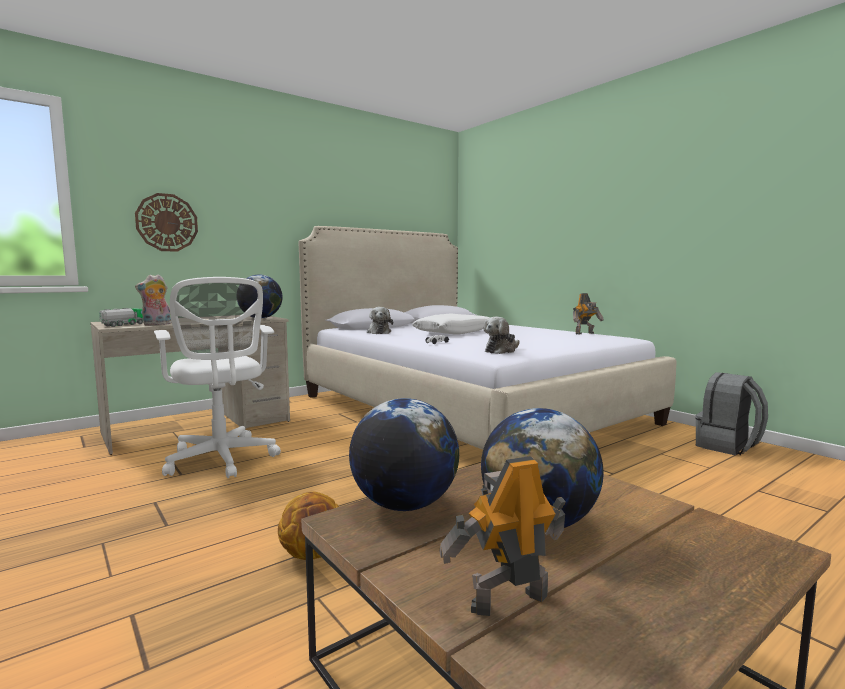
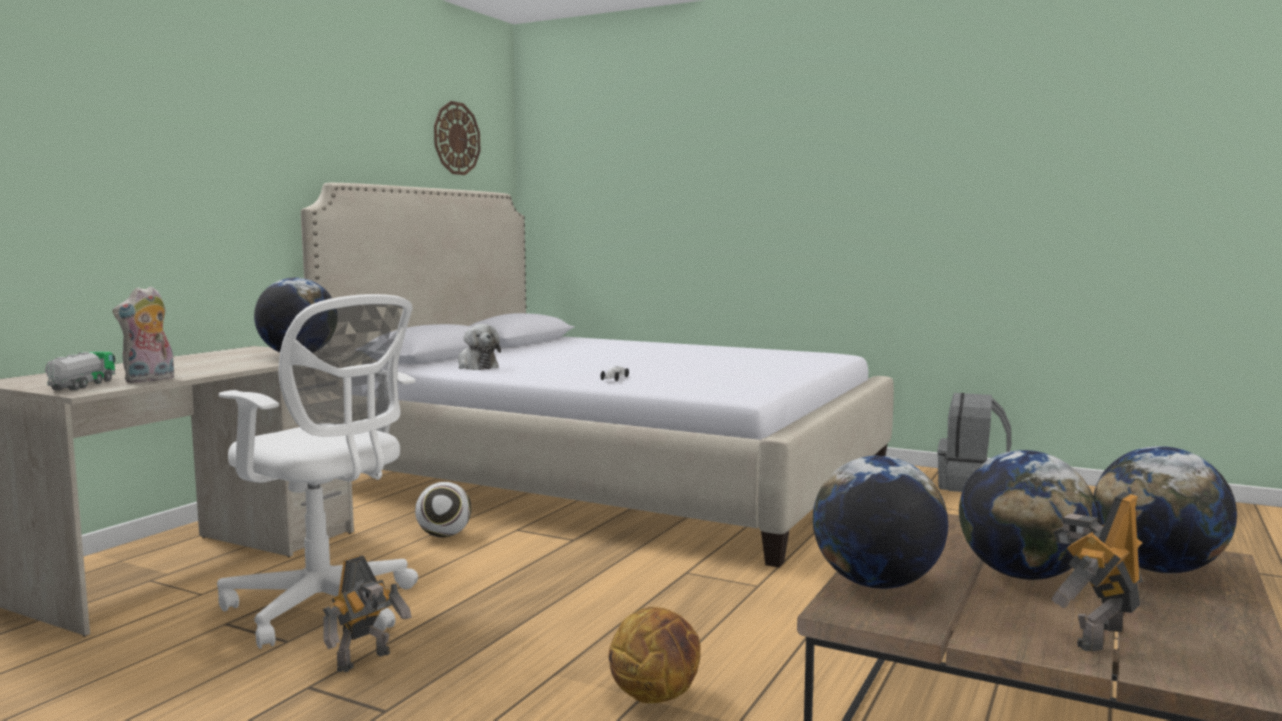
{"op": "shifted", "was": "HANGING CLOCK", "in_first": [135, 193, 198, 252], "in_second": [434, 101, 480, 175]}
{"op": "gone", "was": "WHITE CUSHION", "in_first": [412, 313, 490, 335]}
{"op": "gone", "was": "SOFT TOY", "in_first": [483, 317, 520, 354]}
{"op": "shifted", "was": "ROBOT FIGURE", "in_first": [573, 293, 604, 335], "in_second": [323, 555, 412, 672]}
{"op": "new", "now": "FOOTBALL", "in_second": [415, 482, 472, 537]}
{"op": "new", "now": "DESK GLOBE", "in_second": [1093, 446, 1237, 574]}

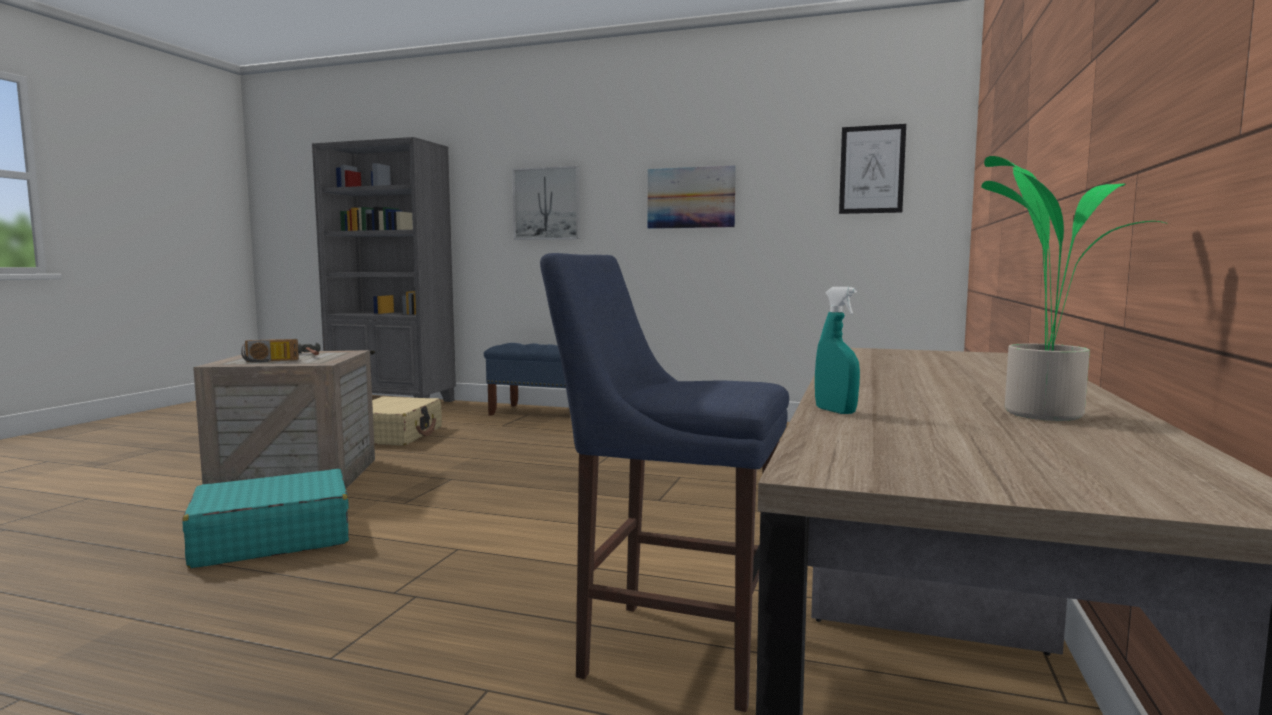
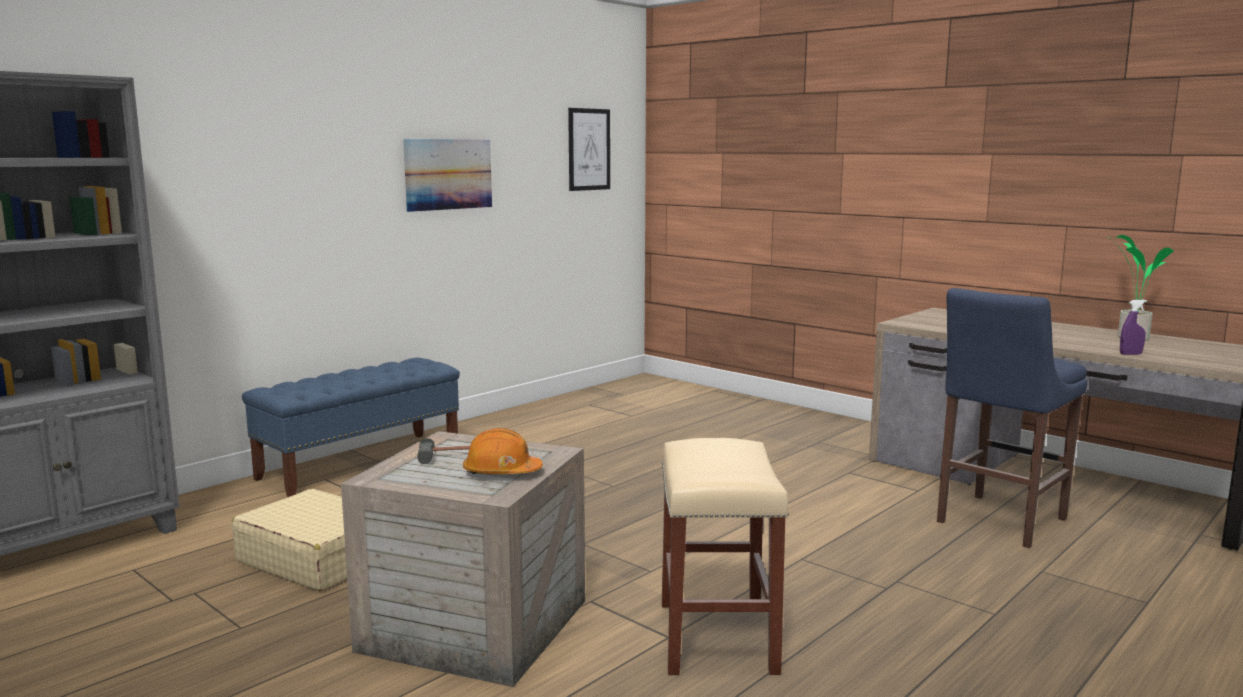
{"op": "swapped", "was": "TURQUOISE-COLOURED PIECE OF LUGGAGE", "now": "BEIGE SITTING STOOL", "in_first": [182, 469, 349, 568], "in_second": [662, 438, 789, 675]}
{"op": "swapped", "was": "RADIO RECEIVER", "now": "ORANGE-COLOURED HARD HAT", "in_first": [241, 339, 299, 363], "in_second": [463, 428, 543, 474]}
{"op": "gone", "was": "WALL ART", "in_first": [512, 166, 580, 240]}
{"op": "repainted", "was": "TURQUOISE-COLOURED HAND SPRAYER", "now": "PURPLE-COLOURED HAND SPRAYER", "in_first": [815, 287, 860, 414], "in_second": [1120, 300, 1147, 355]}

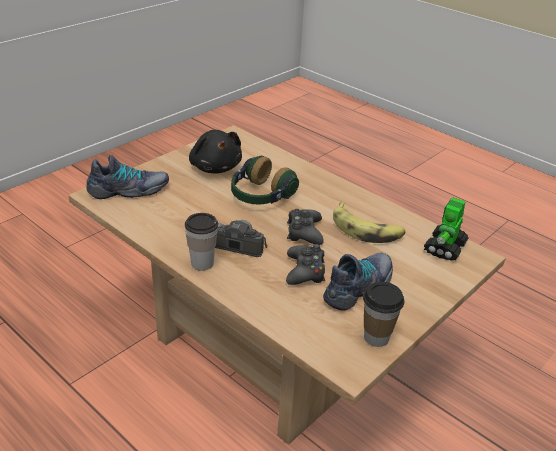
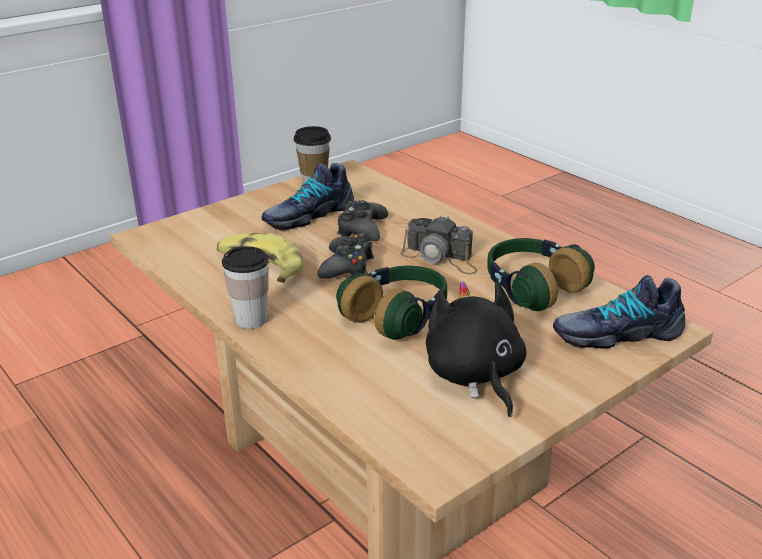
{"op": "shifted", "was": "SMALL CUP", "in_first": [185, 213, 218, 271], "in_second": [222, 246, 269, 329]}
{"op": "gone", "was": "ROBOT FIGURE", "in_first": [424, 197, 469, 261]}
{"op": "new", "now": "HEADPHONES", "in_second": [487, 238, 595, 311]}

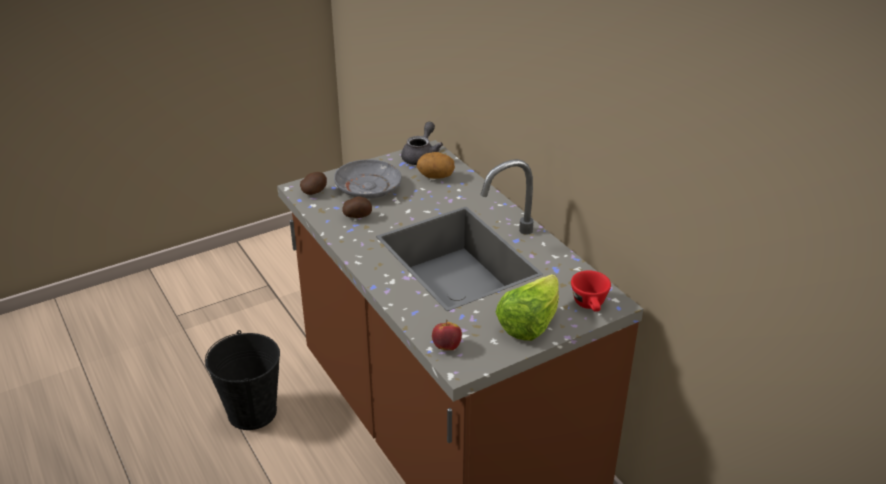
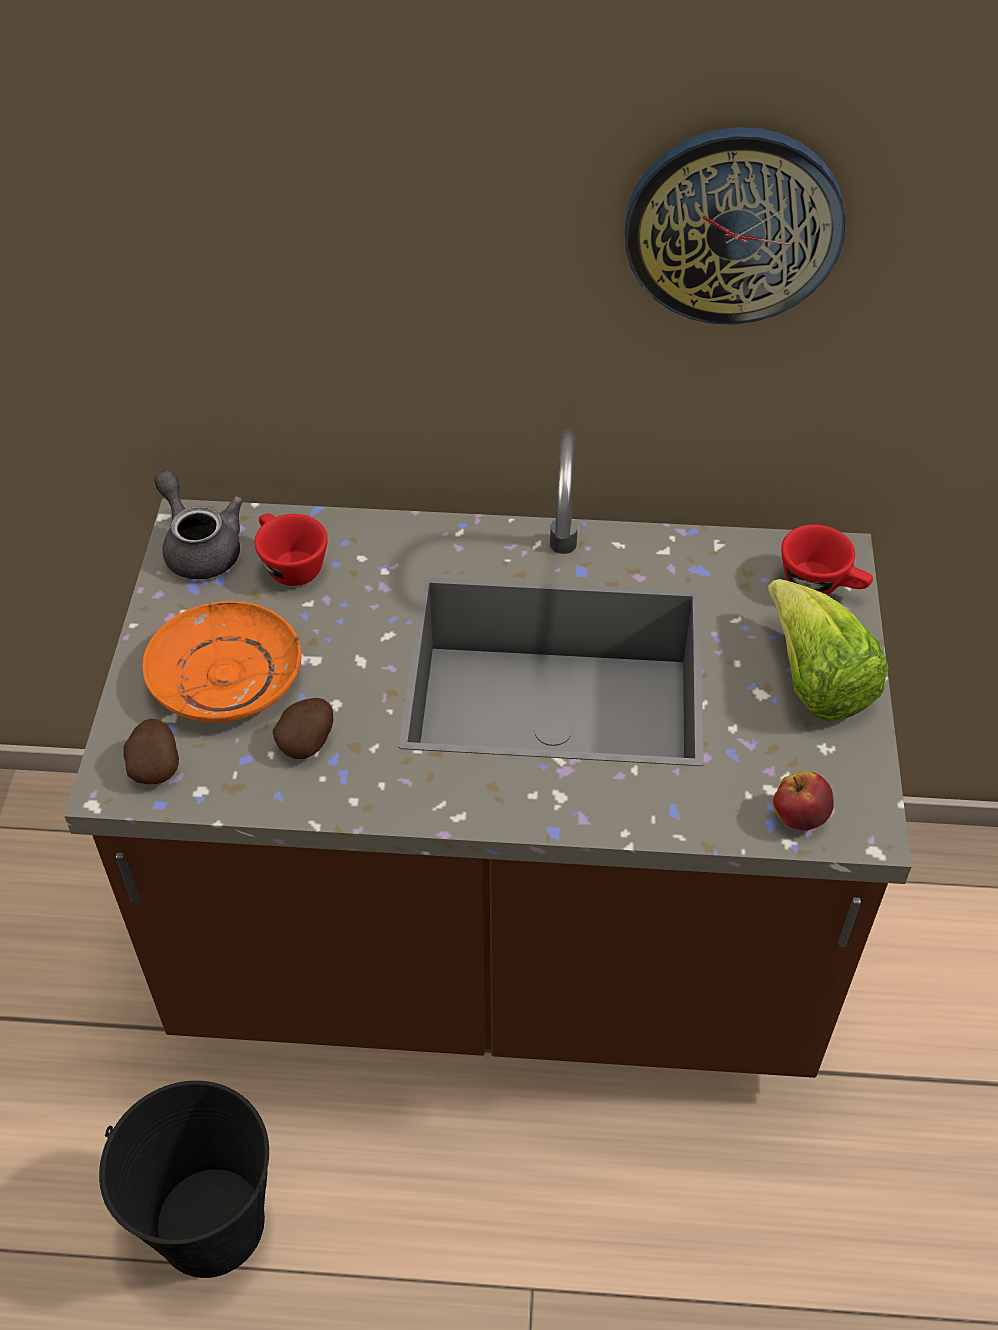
{"op": "repainted", "was": "GREYISH PLATE", "now": "ORANGE-COLOURED PLATE", "in_first": [334, 159, 402, 199], "in_second": [143, 601, 302, 723]}
{"op": "swapped", "was": "WHOLE POTATO", "now": "RED SMALL CUP", "in_first": [417, 152, 455, 179], "in_second": [255, 514, 328, 586]}
{"op": "new", "now": "HANGING CLOCK", "in_second": [625, 127, 846, 325]}

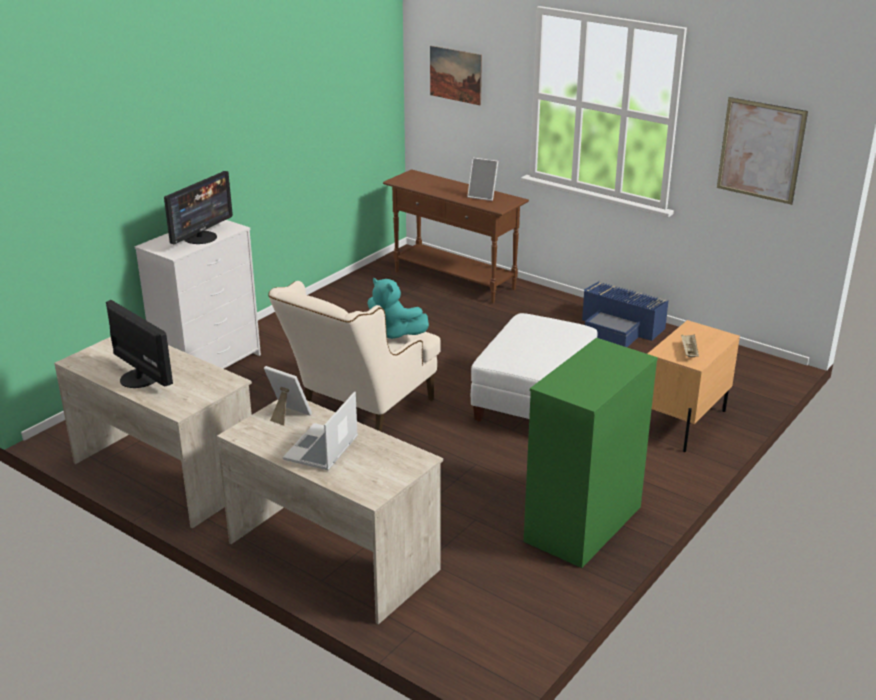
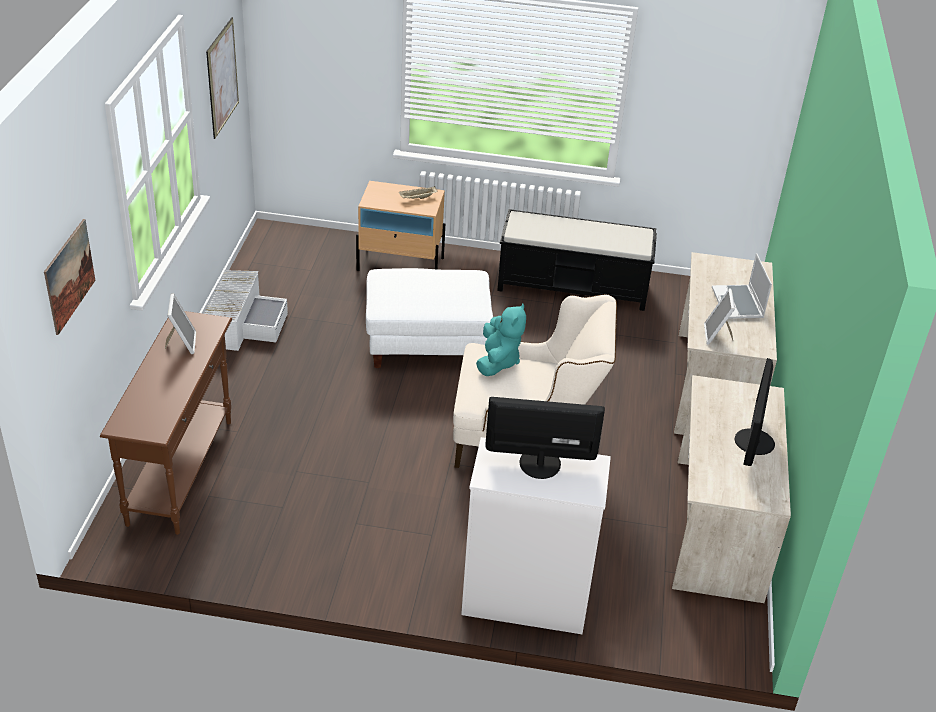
{"op": "rotated", "was": "PORTABLE COMPUTER", "in_first": [283, 391, 358, 470], "in_second": [712, 253, 772, 319], "clockwise": 90}
{"op": "swapped", "was": "GREENISH DRAWER CHEST", "now": "BLACK-COLOURED INDOOR BENCH", "in_first": [523, 338, 658, 568], "in_second": [497, 209, 657, 311]}
{"op": "repainted", "was": "BLUE STORAGE BIN", "now": "WHITE STORAGE BIN", "in_first": [582, 282, 669, 347], "in_second": [204, 270, 288, 351]}

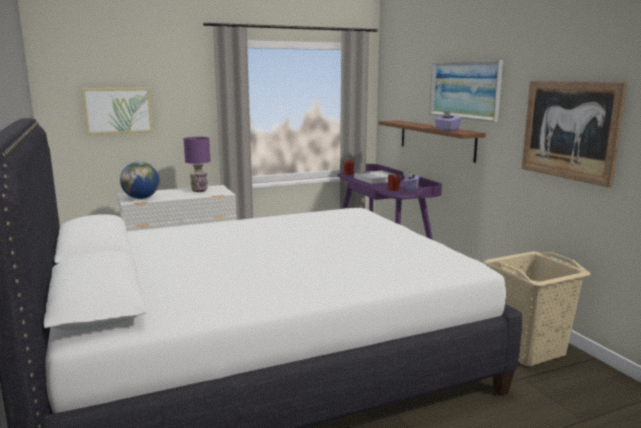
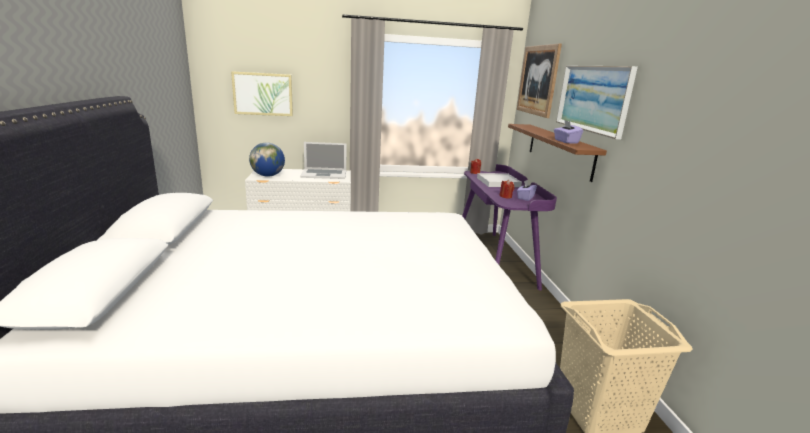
{"op": "swapped", "was": "PURPLE-COLOURED TABLETOP LAMP", "now": "PORTABLE COMPUTER", "in_first": [184, 137, 210, 192], "in_second": [300, 142, 346, 179]}
{"op": "shifted", "was": "WALL ART", "in_first": [521, 81, 627, 188], "in_second": [517, 44, 562, 118]}

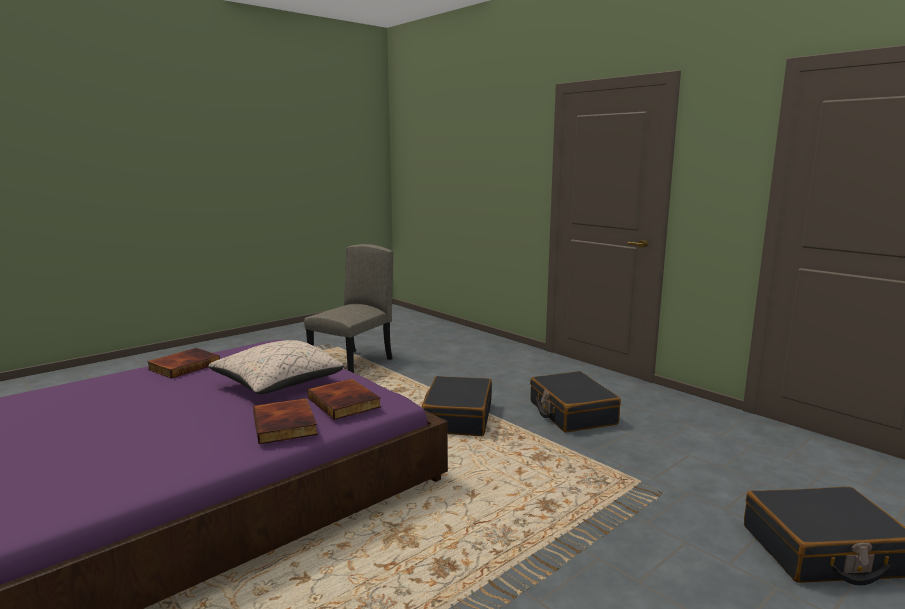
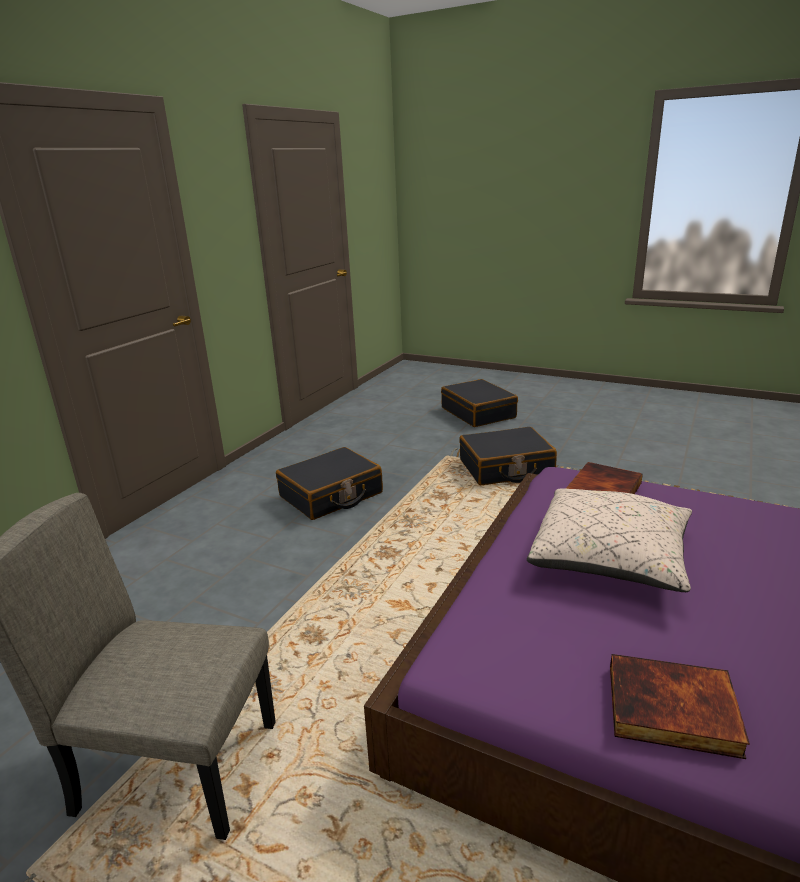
{"op": "gone", "was": "BOOK", "in_first": [253, 398, 318, 444]}
{"op": "shifted", "was": "BLACK-COLOURED PIECE OF LUGGAGE", "in_first": [422, 376, 492, 436], "in_second": [459, 427, 557, 485]}

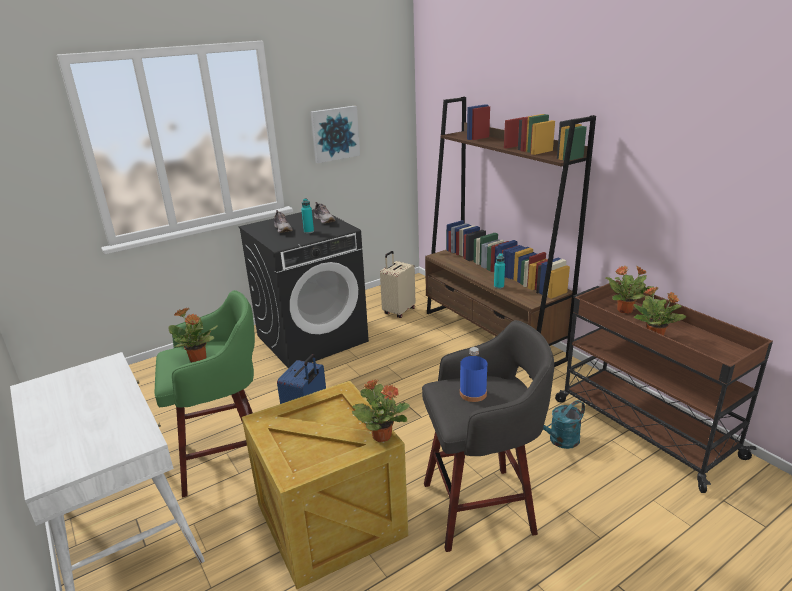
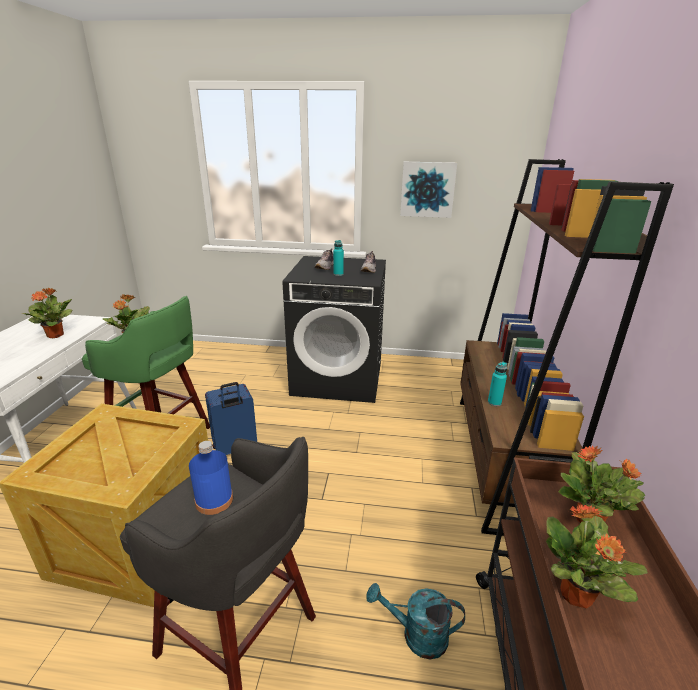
{"op": "shifted", "was": "HOUSEPLANT", "in_first": [352, 379, 410, 442], "in_second": [22, 288, 73, 338]}
{"op": "gone", "was": "BEIGE PIECE OF LUGGAGE", "in_first": [380, 251, 415, 318]}

